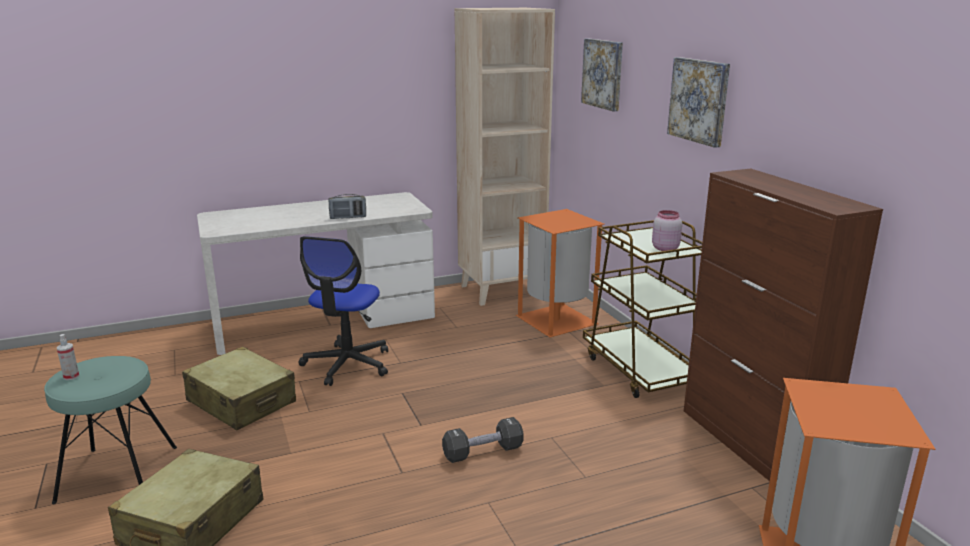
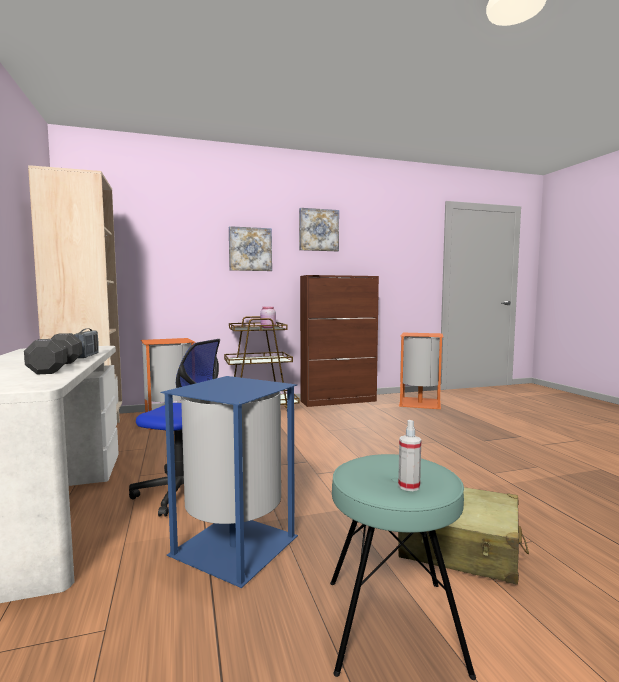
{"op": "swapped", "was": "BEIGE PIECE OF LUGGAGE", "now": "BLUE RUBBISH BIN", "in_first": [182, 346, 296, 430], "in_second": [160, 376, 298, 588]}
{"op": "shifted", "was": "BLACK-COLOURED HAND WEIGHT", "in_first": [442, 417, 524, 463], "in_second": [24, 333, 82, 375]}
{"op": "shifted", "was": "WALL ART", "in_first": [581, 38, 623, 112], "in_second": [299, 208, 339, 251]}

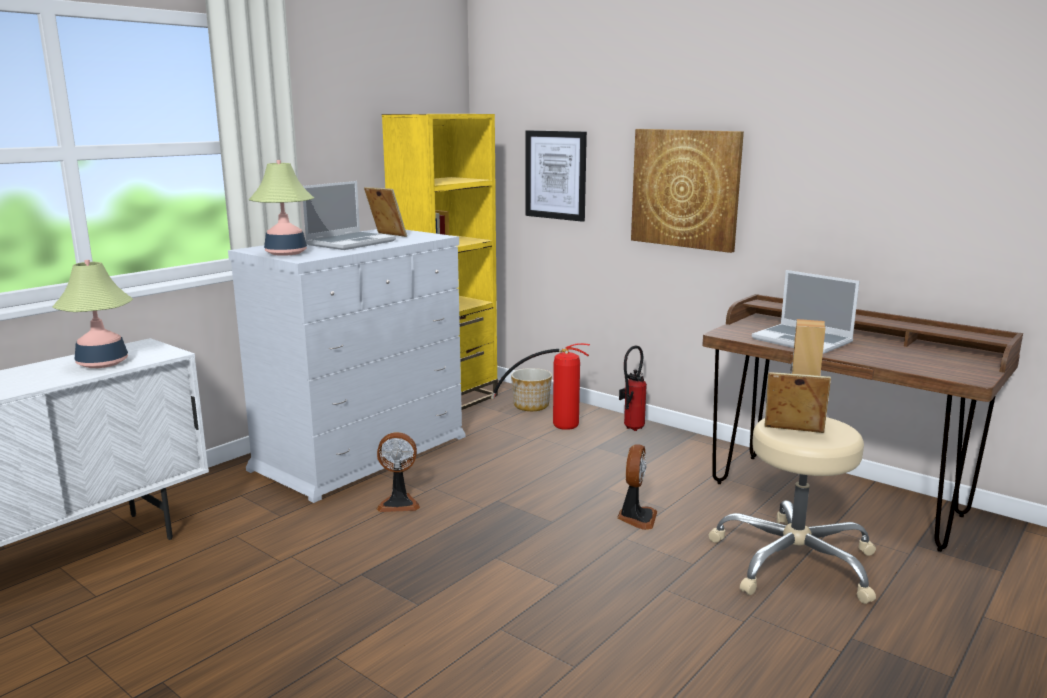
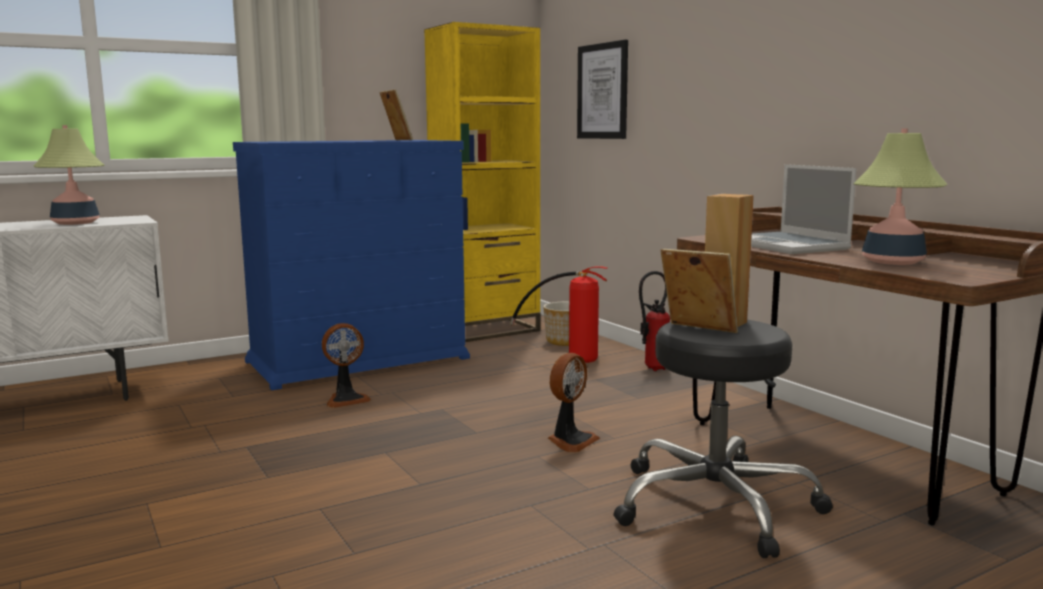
{"op": "repainted", "was": "WHITE DRAWER CHEST", "now": "BLUE DRAWER CHEST", "in_first": [228, 229, 465, 503], "in_second": [233, 140, 470, 390]}
{"op": "shifted", "was": "TABLETOP LAMP", "in_first": [249, 160, 314, 256], "in_second": [853, 128, 947, 265]}
{"op": "gone", "was": "PORTABLE COMPUTER", "in_first": [303, 181, 396, 250]}
{"op": "rotated", "was": "FAN", "in_first": [377, 432, 420, 512], "in_second": [322, 323, 371, 408], "clockwise": -45}
{"op": "gone", "was": "WALL ART", "in_first": [631, 129, 744, 253]}
{"op": "repainted", "was": "BEIGE SITTING STOOL", "now": "BLACK-COLOURED SITTING STOOL", "in_first": [708, 417, 876, 604], "in_second": [614, 320, 833, 558]}

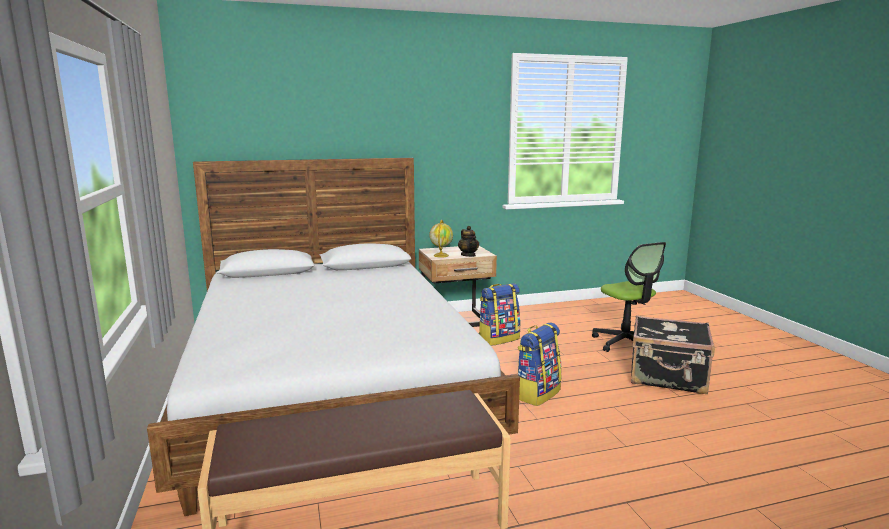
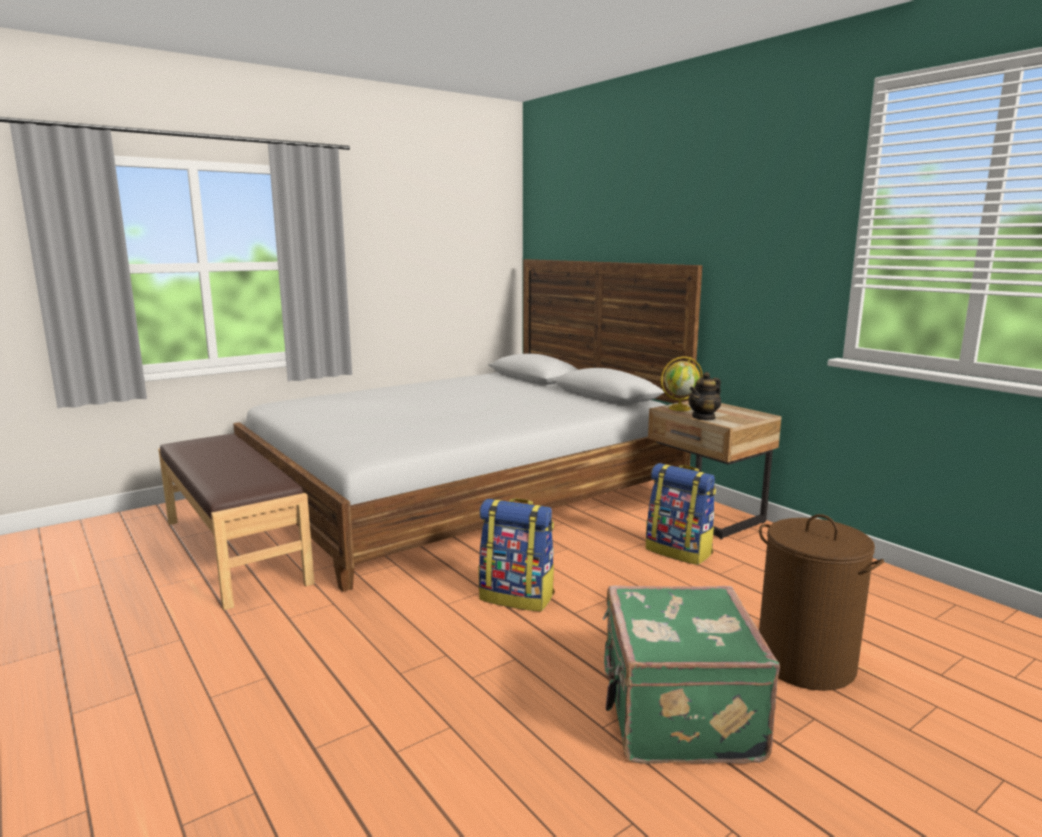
{"op": "swapped", "was": "DESK CHAIR", "now": "BROWN-COLOURED WASHING BASKET", "in_first": [592, 242, 666, 352], "in_second": [759, 514, 884, 691]}
{"op": "repainted", "was": "BLACK-COLOURED PIECE OF LUGGAGE", "now": "GREENISH PIECE OF LUGGAGE", "in_first": [631, 315, 715, 394], "in_second": [603, 585, 780, 764]}

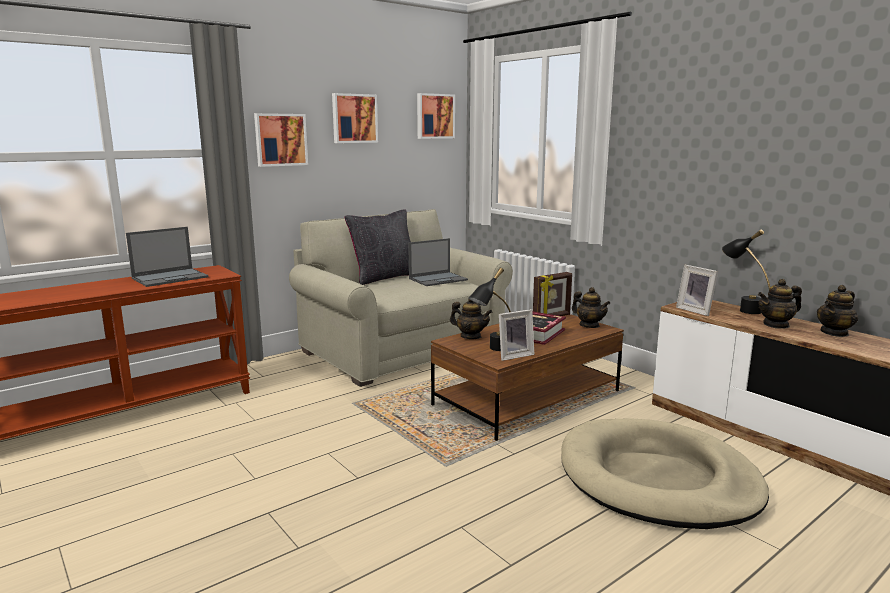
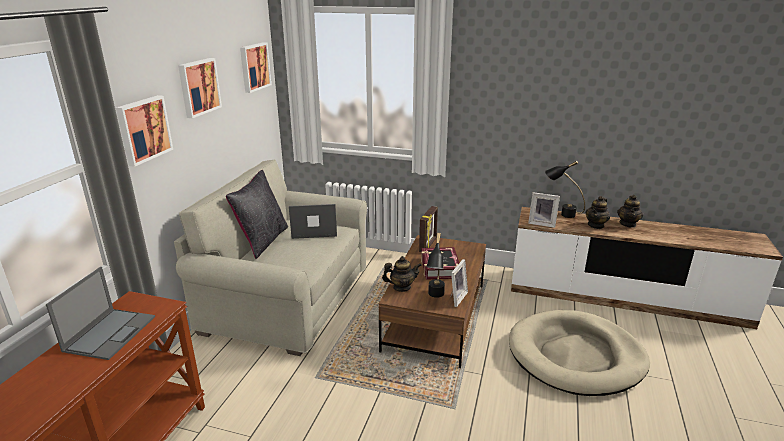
{"op": "rotated", "was": "PORTABLE COMPUTER", "in_first": [408, 238, 468, 286], "in_second": [289, 204, 337, 239], "clockwise": -120}
{"op": "gone", "was": "TEA POT", "in_first": [572, 287, 610, 328]}

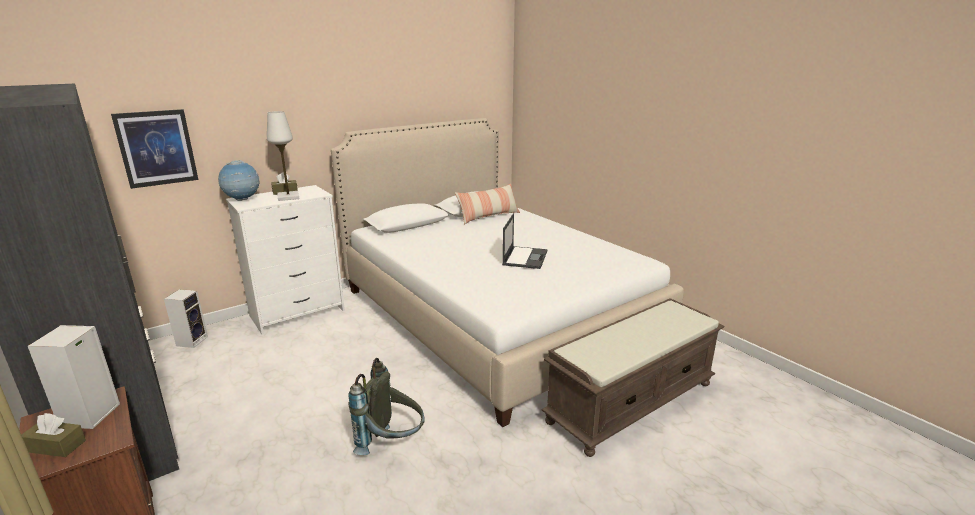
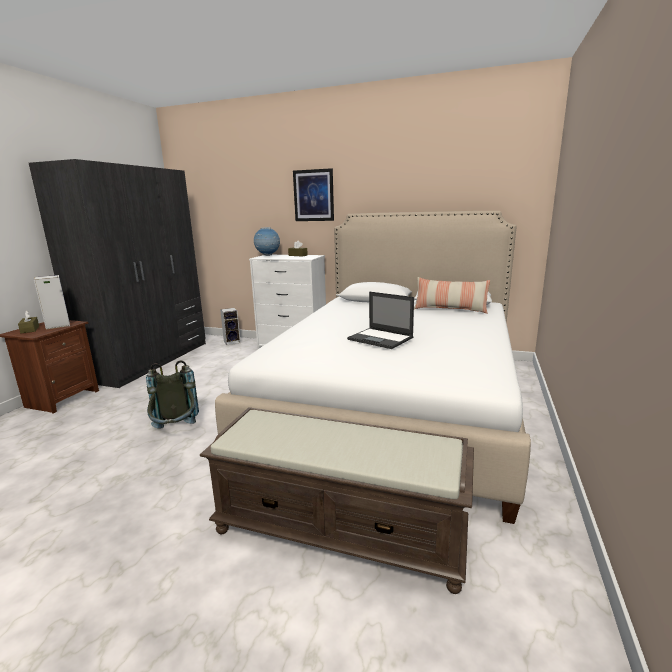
{"op": "shifted", "was": "WALL ART", "in_first": [111, 109, 198, 189], "in_second": [293, 168, 334, 221]}
{"op": "gone", "was": "WHITE TABLETOP LAMP", "in_first": [267, 111, 299, 201]}
{"op": "rotated", "was": "PORTABLE COMPUTER", "in_first": [502, 213, 547, 269], "in_second": [347, 292, 414, 349], "clockwise": 60}

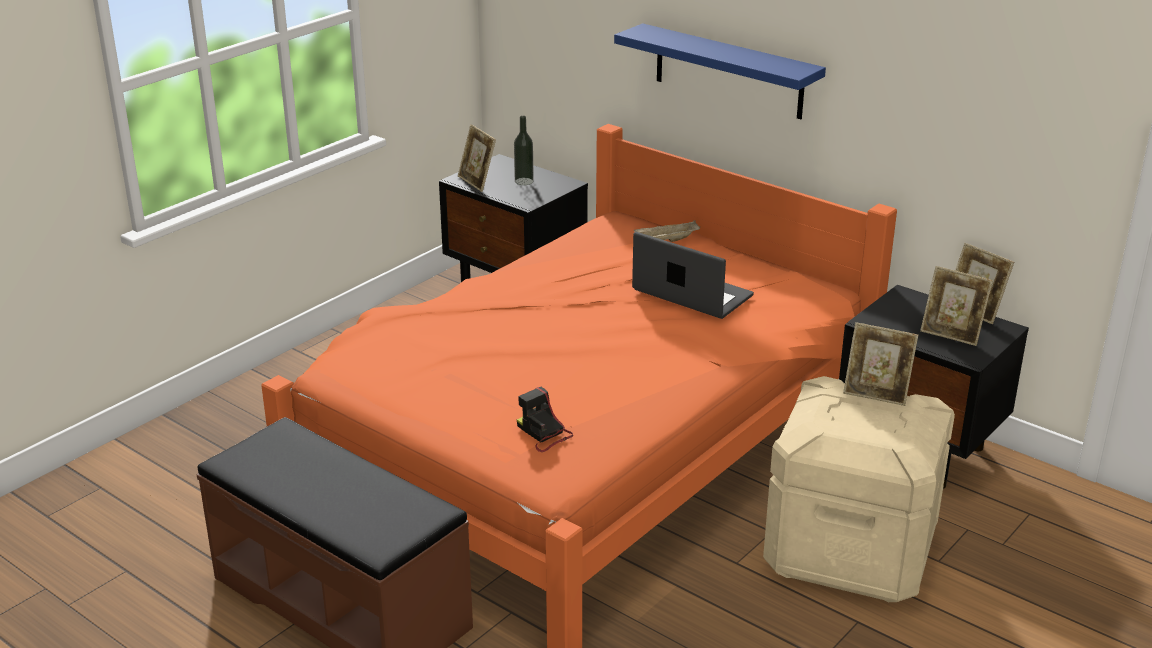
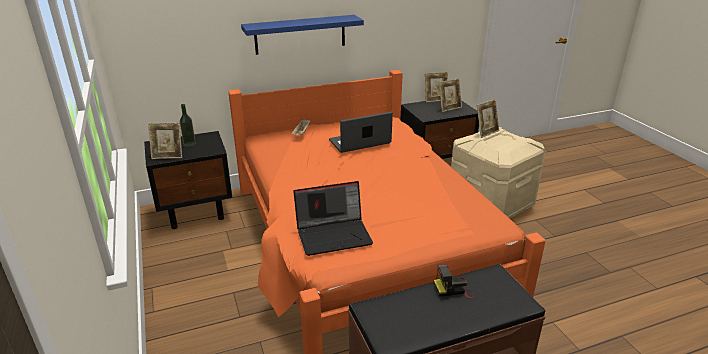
{"op": "shifted", "was": "PHOTO CAMERA", "in_first": [517, 387, 573, 452], "in_second": [434, 264, 475, 298]}
{"op": "new", "now": "PORTABLE COMPUTER", "in_second": [293, 181, 373, 256]}

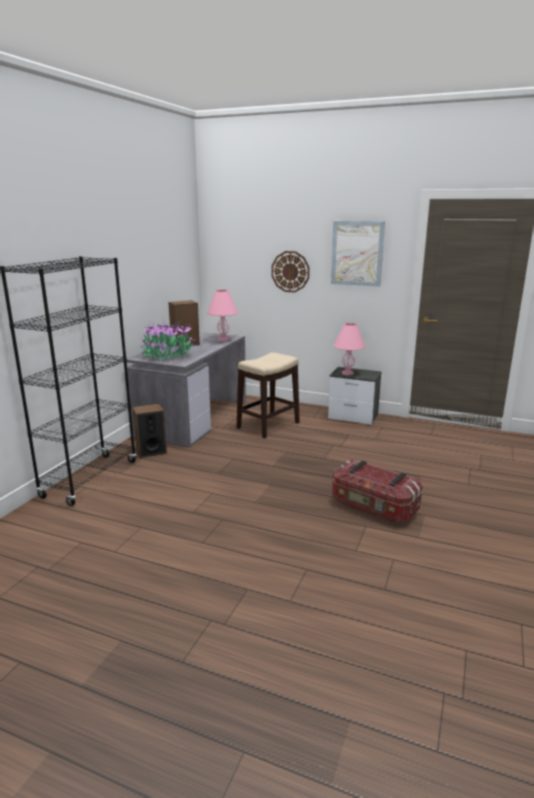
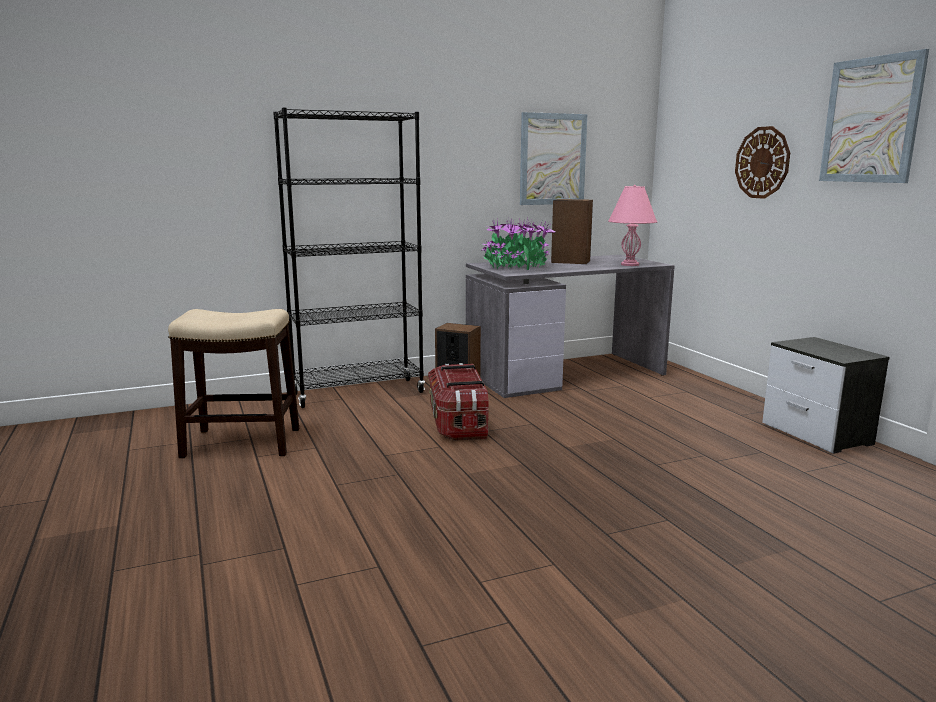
{"op": "shifted", "was": "SITTING STOOL", "in_first": [236, 352, 300, 439], "in_second": [168, 309, 299, 458]}
{"op": "shifted", "was": "STORAGE BIN", "in_first": [332, 459, 423, 524], "in_second": [428, 363, 489, 441]}
{"op": "gone", "was": "PINK-COLOURED TABLETOP LAMP", "in_first": [333, 323, 365, 376]}
{"op": "new", "now": "WALL ART", "in_second": [520, 112, 587, 205]}

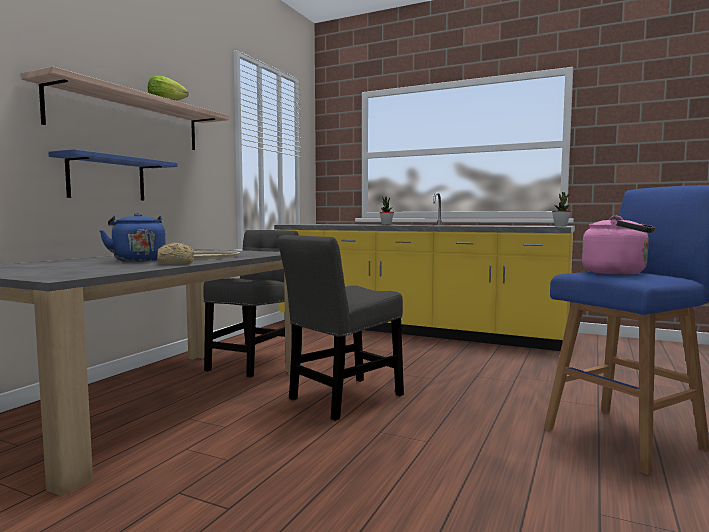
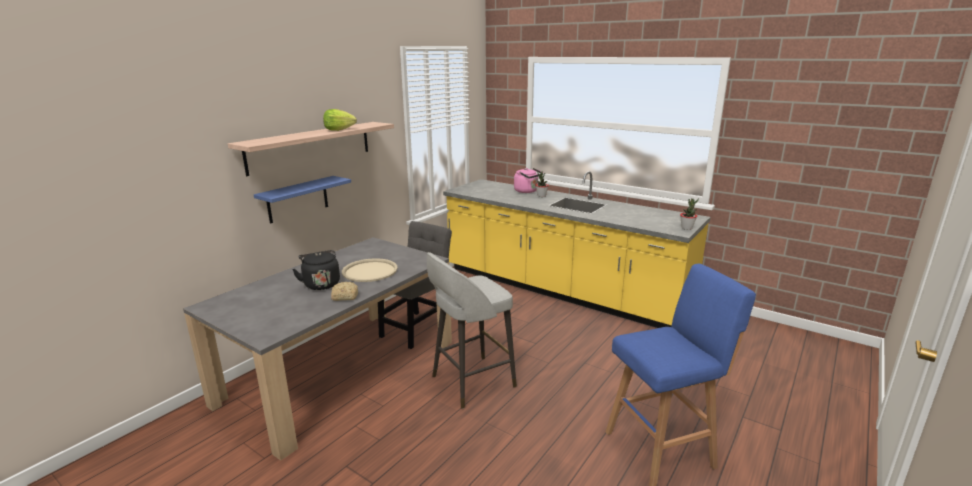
{"op": "repainted", "was": "BLUE WATER KETTLE", "now": "BLACK-COLOURED WATER KETTLE", "in_first": [99, 213, 166, 262], "in_second": [292, 250, 340, 290]}
{"op": "swapped", "was": "GREYISH PLAIN CHAIR", "now": "GREYISH SITTING STOOL", "in_first": [278, 235, 404, 421], "in_second": [427, 252, 517, 409]}
{"op": "shifted", "was": "PINK-COLOURED WATER KETTLE", "in_first": [582, 216, 656, 275], "in_second": [514, 168, 541, 193]}

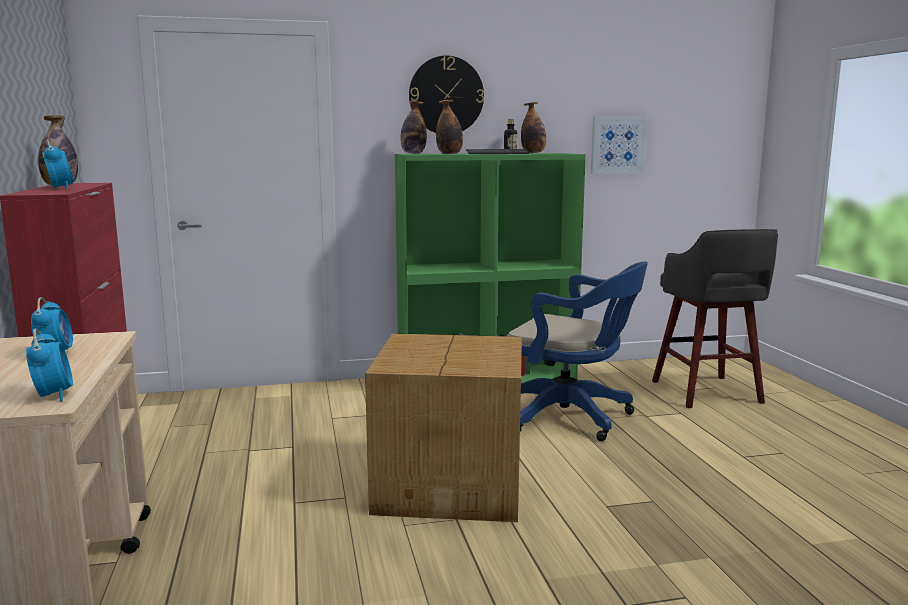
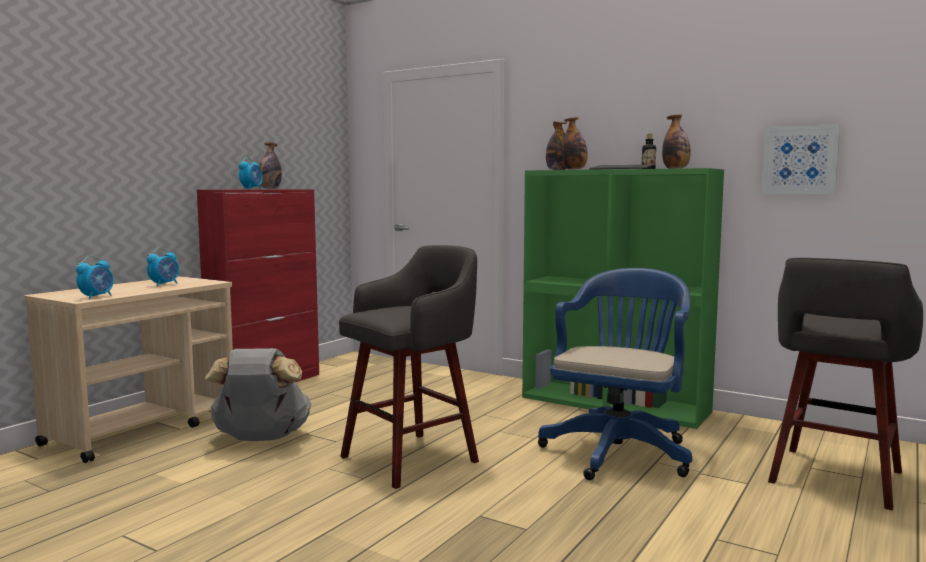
{"op": "swapped", "was": "CARDBOARD BOX", "now": "GREYISH SITTING STOOL", "in_first": [365, 333, 522, 522], "in_second": [339, 245, 479, 489]}
{"op": "gone", "was": "HANGING CLOCK", "in_first": [409, 56, 484, 133]}
{"op": "rotated", "was": "BLUE DESK CHAIR", "in_first": [509, 262, 648, 441], "in_second": [538, 268, 692, 480], "clockwise": -135}
{"op": "new", "now": "GREYISH RUCKSACK", "in_second": [205, 348, 311, 441]}

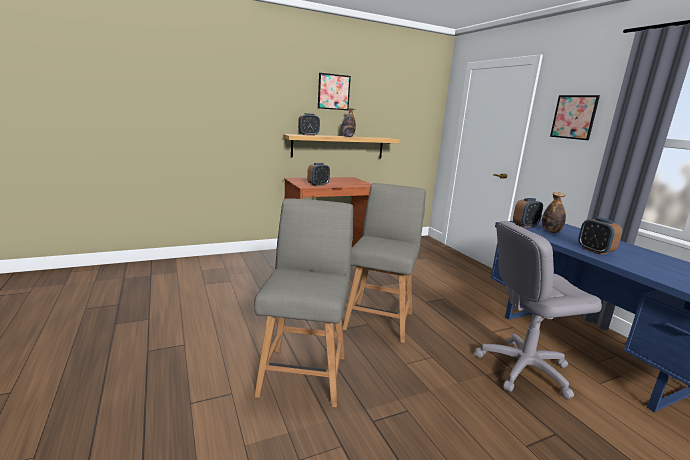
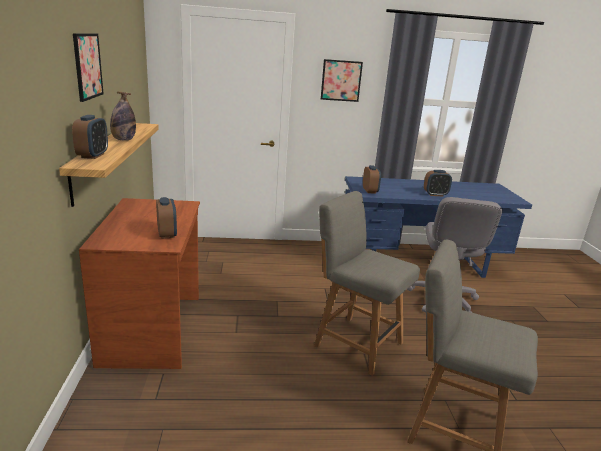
{"op": "gone", "was": "DRINK BOTTLE", "in_first": [542, 192, 566, 233]}

